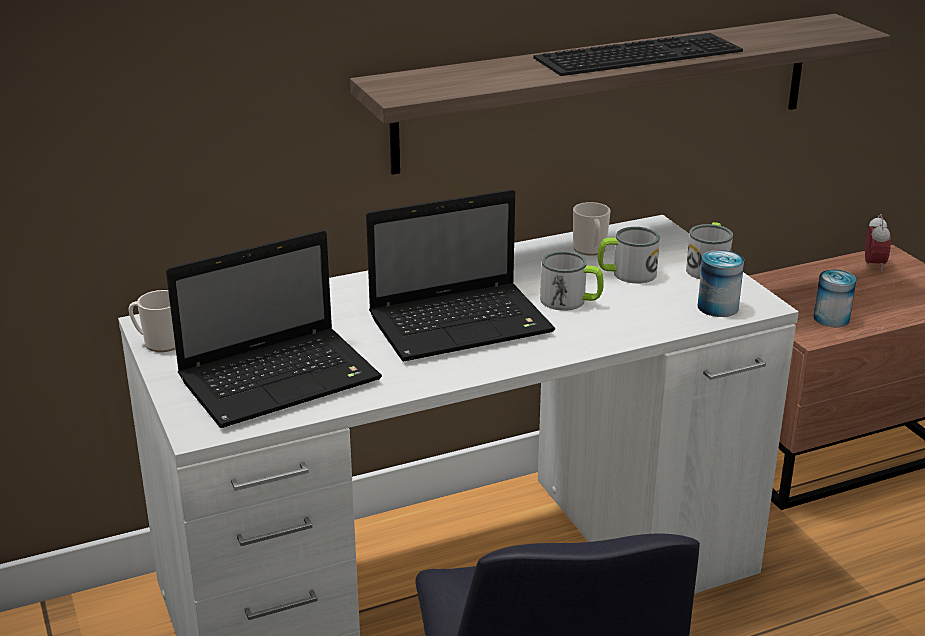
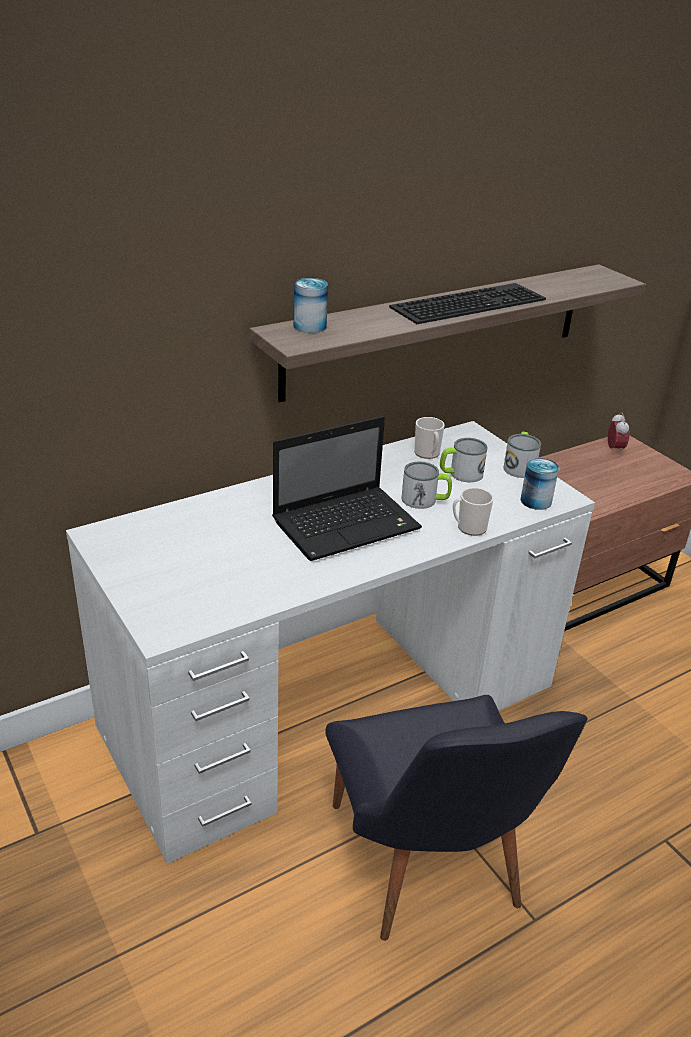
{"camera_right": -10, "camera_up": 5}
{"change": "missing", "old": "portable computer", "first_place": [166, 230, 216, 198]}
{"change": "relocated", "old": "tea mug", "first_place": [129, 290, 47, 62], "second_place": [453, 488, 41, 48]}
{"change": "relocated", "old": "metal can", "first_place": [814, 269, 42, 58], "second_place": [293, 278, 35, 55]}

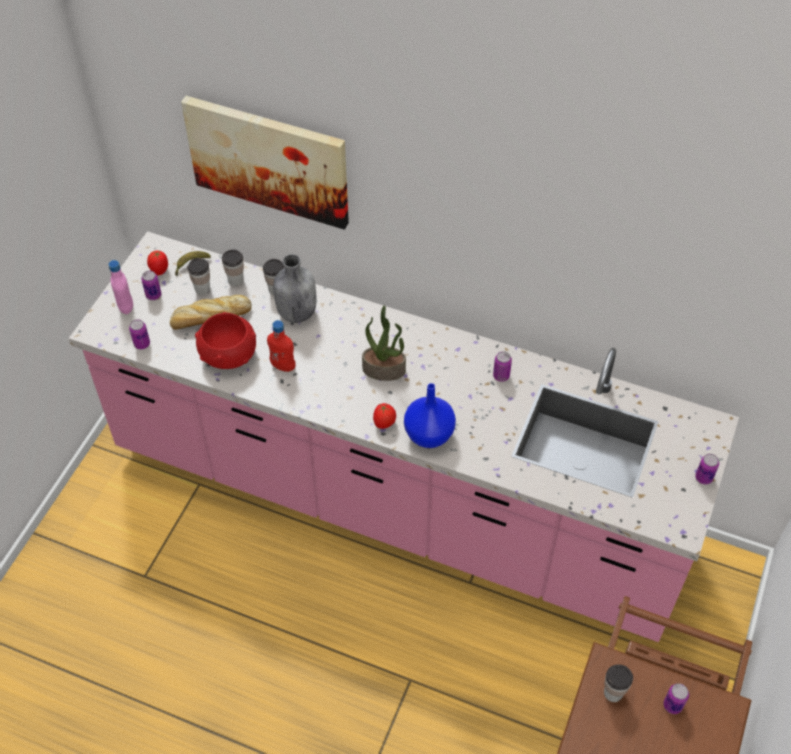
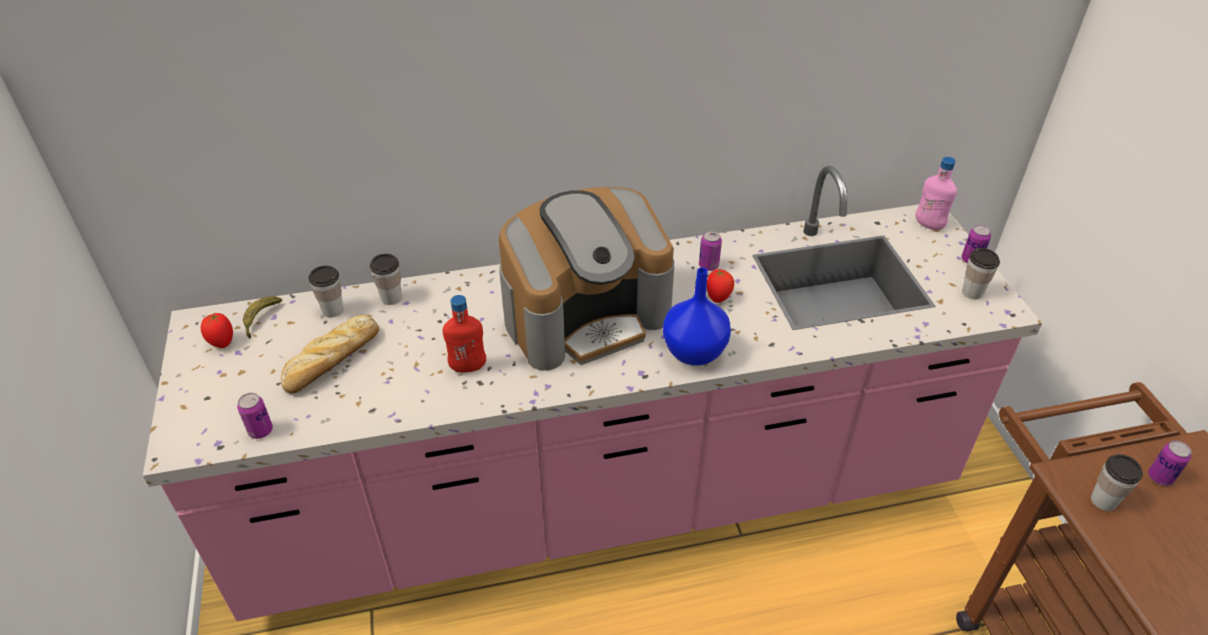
{"camera_right": -35, "camera_up": -10}
{"change": "missing", "old": "metal can", "first_place": [141, 271, 20, 29]}
{"change": "missing", "old": "wall art", "first_place": [181, 96, 168, 133]}
{"change": "missing", "old": "deep dish (reddish)", "first_place": [195, 312, 61, 57]}
{"change": "missing", "old": "beverage bottle (grey)", "first_place": [273, 254, 43, 69]}
{"change": "relocated", "old": "beverage bottle (pinkish)", "first_place": [108, 260, 25, 54], "second_place": [915, 157, 42, 73]}
{"change": "relocated", "old": "drinking cup", "first_place": [188, 258, 22, 37], "second_place": [962, 248, 38, 52]}
{"change": "relocated", "old": "fresh tomato", "first_place": [373, 403, 23, 26], "second_place": [707, 269, 27, 34]}
{"change": "exchanged", "old": "houseplant", "new": "coffee machine", "first_place": [362, 305, 44, 76], "second_place": [499, 187, 176, 184]}

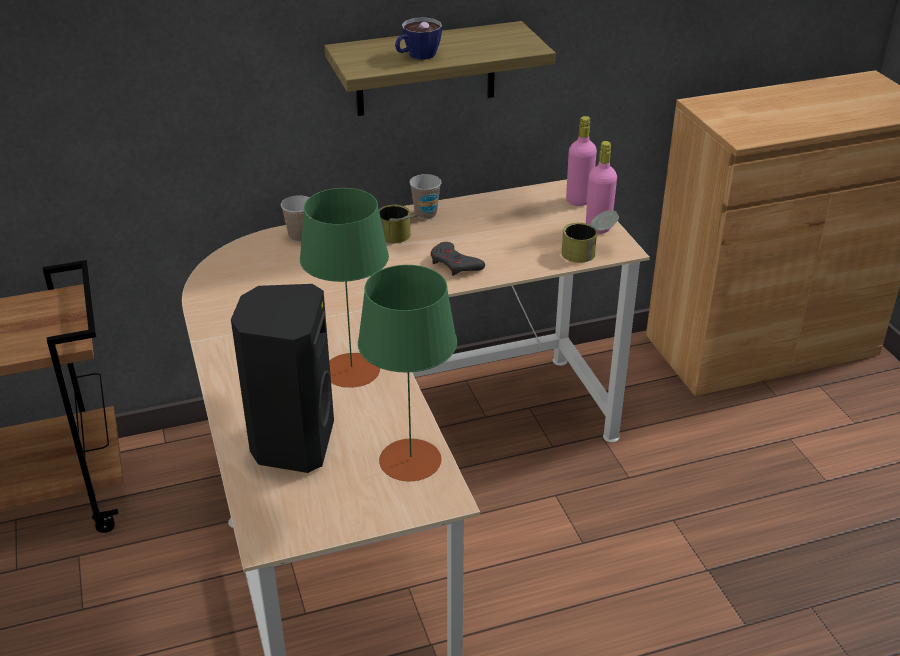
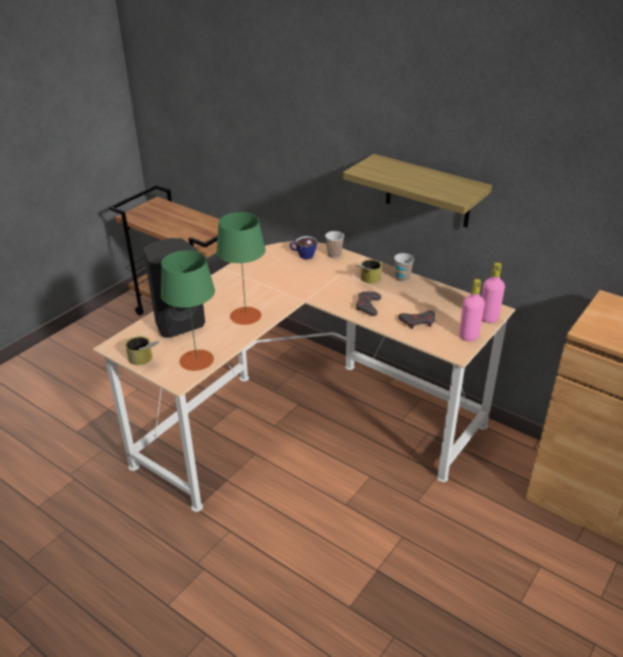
{"camera_right": 55, "camera_up": 0}
{"change": "appeared", "new": "game controller (grey)", "second_place": [398, 310, 37, 19]}
{"change": "relocated", "old": "drinking cup", "first_place": [395, 17, 47, 43], "second_place": [290, 236, 27, 23]}
{"change": "relocated", "old": "metal can", "first_place": [561, 210, 58, 53], "second_place": [125, 336, 35, 29]}

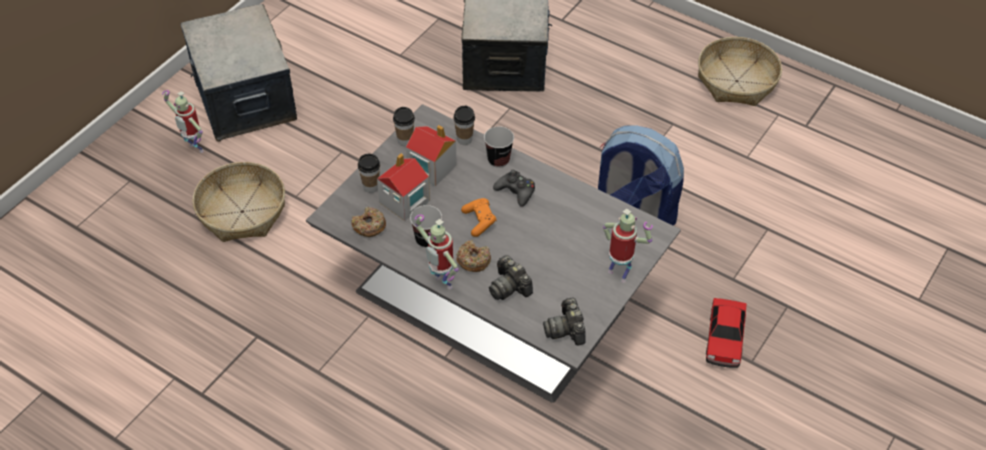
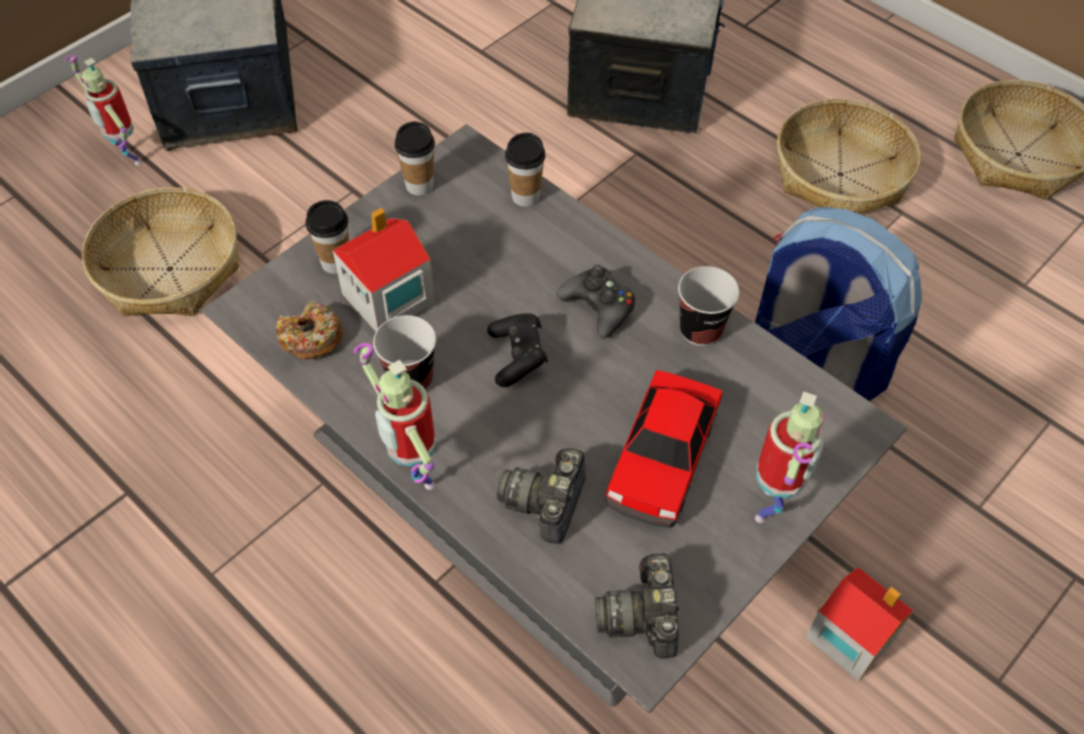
{"camera_right": 10, "camera_up": 5}
{"change": "missing", "old": "doughnut", "first_place": [456, 240, 35, 32]}
{"change": "appeared", "new": "household basket", "second_place": [777, 98, 144, 116]}
{"change": "relocated", "old": "toy house", "first_place": [406, 125, 51, 61], "second_place": [806, 567, 108, 114]}
{"change": "relocated", "old": "drinking cup", "first_place": [484, 126, 30, 42], "second_place": [678, 266, 61, 80]}
{"change": "relocated", "old": "toy car", "first_place": [706, 298, 41, 70], "second_place": [605, 370, 117, 158]}
{"change": "colour", "old": "game controller (orange)", "new": "game controller (blackish)", "first_place": [461, 198, 36, 39], "second_place": [487, 313, 61, 74]}
{"change": "spun", "old": "photo camera", "first_place": [489, 255, 44, 45], "second_place": [497, 446, 89, 98], "degrees": 45}
{"change": "spun", "old": "model robot", "first_place": [603, 208, 50, 75], "second_place": [755, 391, 71, 132], "degrees": 60}

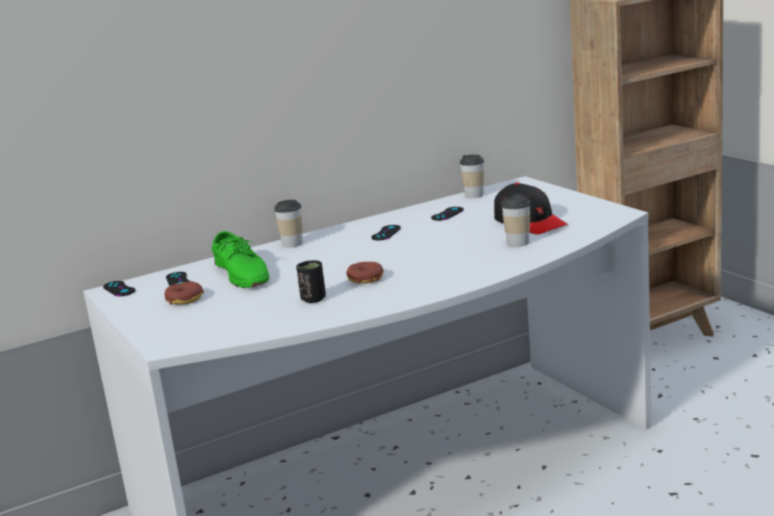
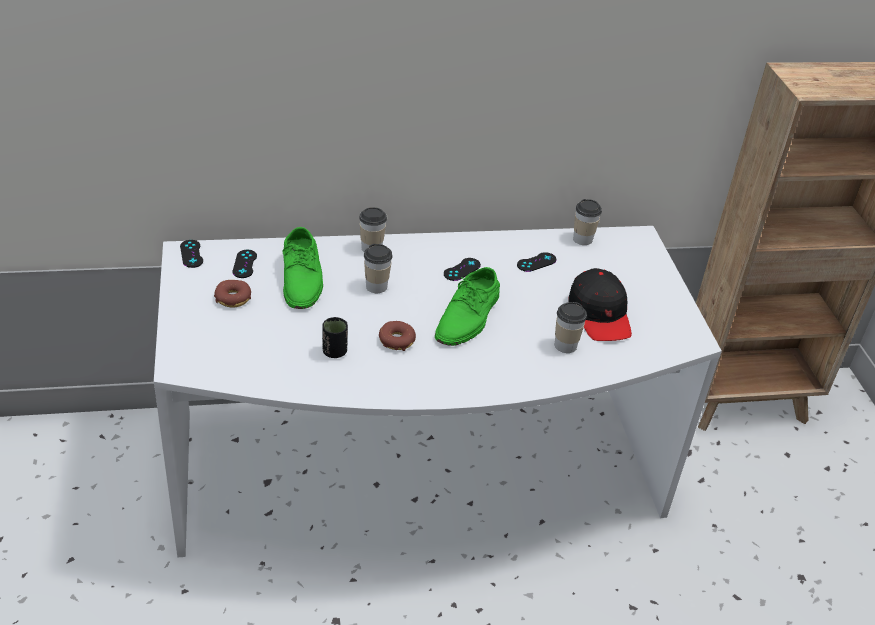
{"camera_right": 15, "camera_up": 20}
{"change": "appeared", "new": "drinking cup", "second_place": [364, 244, 28, 49]}
{"change": "appeared", "new": "item of footwear (greenish)", "second_place": [435, 267, 65, 79]}

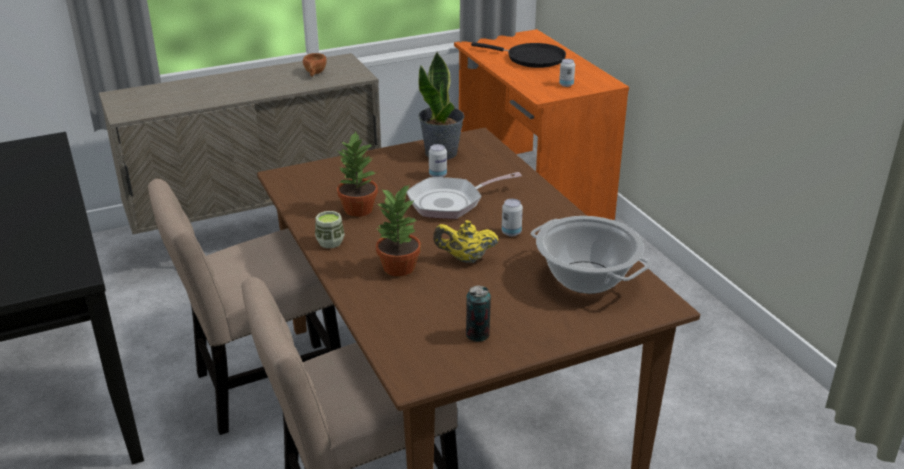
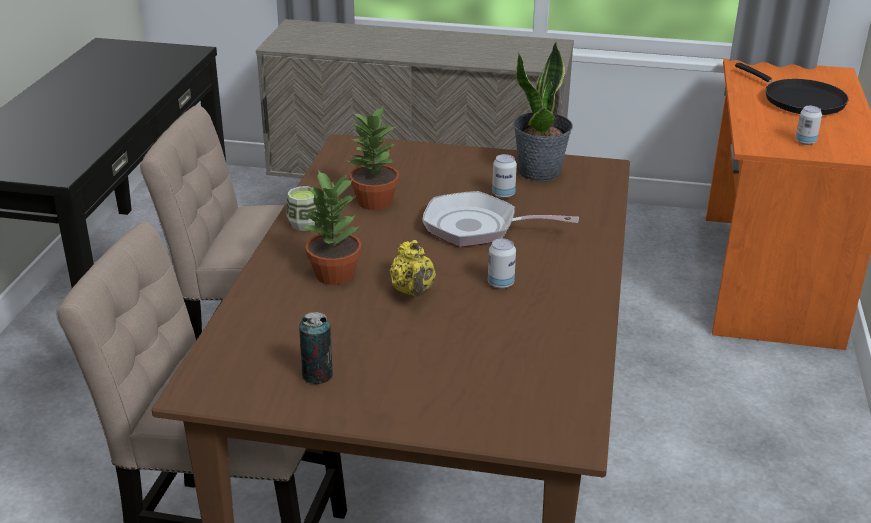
{"camera_right": 35, "camera_up": 0}
{"change": "missing", "old": "drinking cup (brown-coloured)", "first_place": [303, 53, 23, 24]}
{"change": "missing", "old": "cooking pot", "first_place": [531, 216, 120, 78]}
{"change": "spun", "old": "teapot (yellowish)", "first_place": [433, 220, 66, 43], "second_place": [390, 240, 46, 57], "degrees": -135}

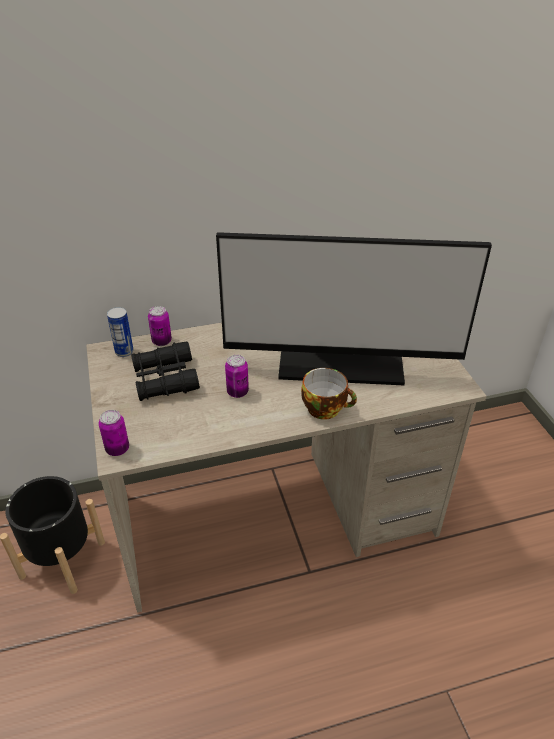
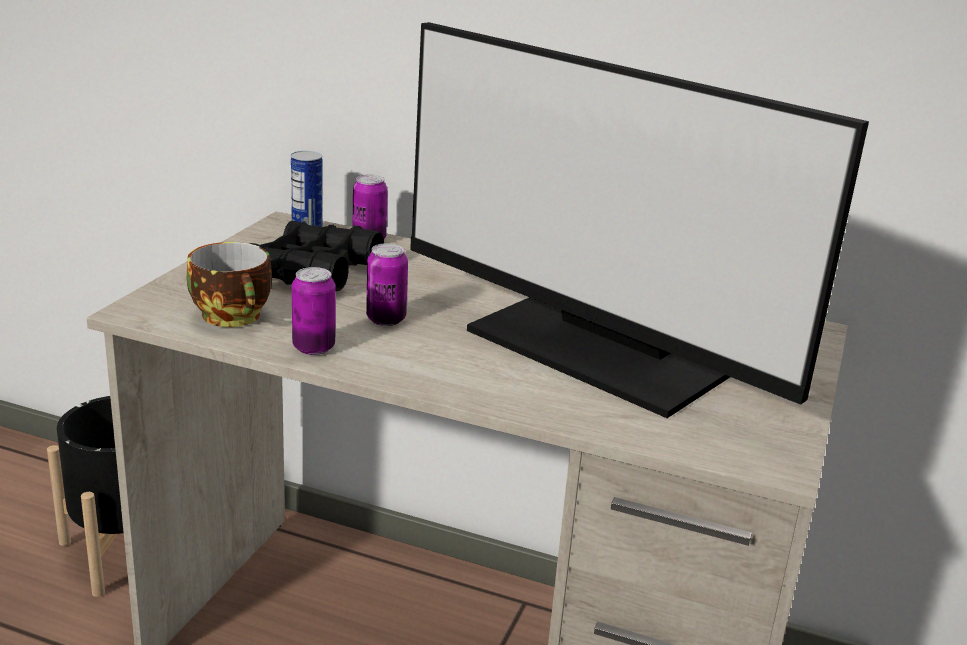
{"camera_right": 35, "camera_up": -15}
{"change": "relocated", "old": "metal can", "first_place": [99, 410, 30, 46], "second_place": [292, 267, 44, 88]}
{"change": "relocated", "old": "drinking cup", "first_place": [301, 368, 56, 52], "second_place": [186, 242, 86, 85]}

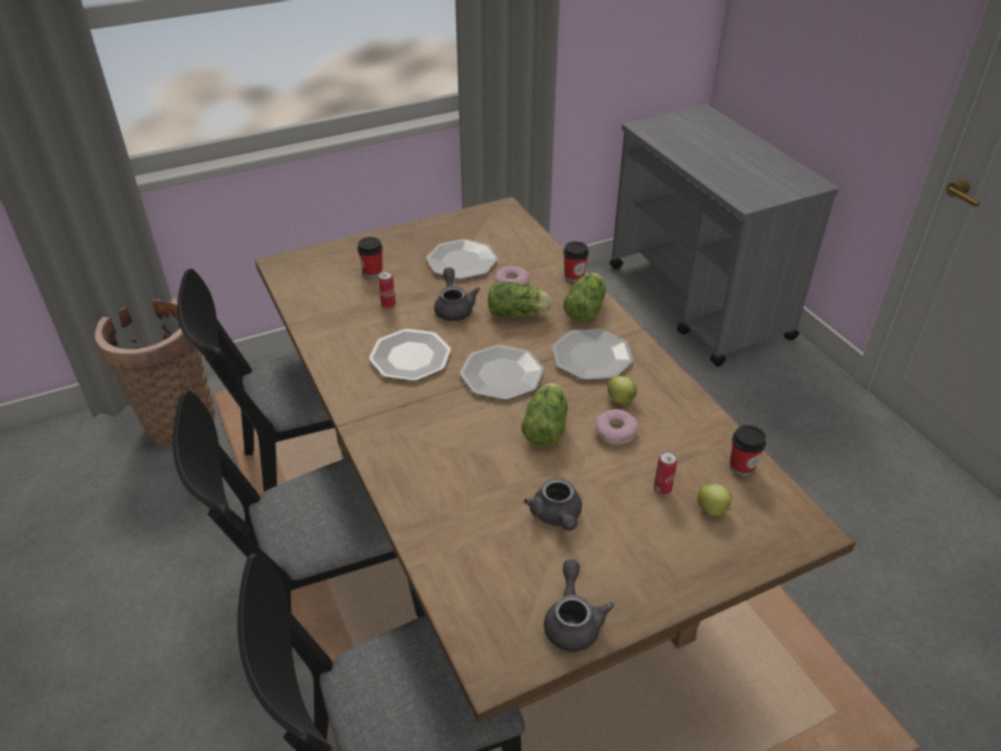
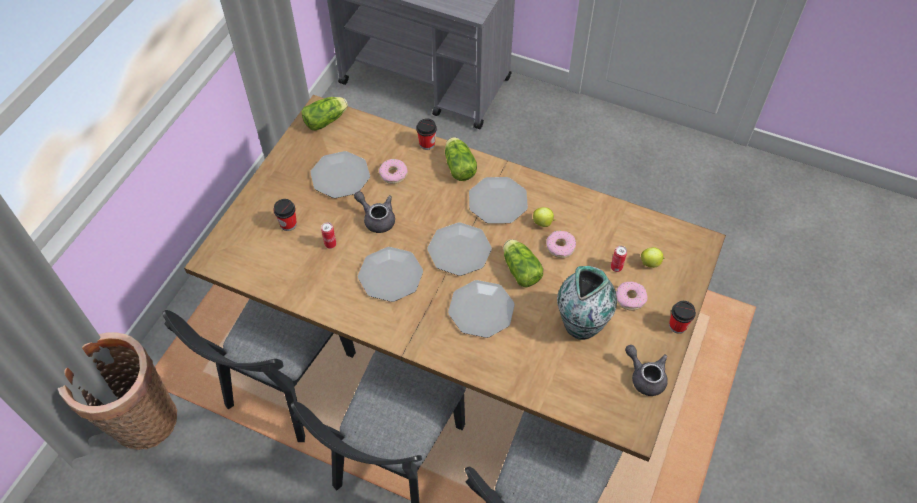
{"camera_right": -40, "camera_up": 15}
{"change": "appeared", "new": "plate", "second_place": [448, 280, 67, 58]}
{"change": "appeared", "new": "doughnut", "second_place": [616, 281, 32, 30]}
{"change": "relocated", "old": "head of lettuce", "first_place": [488, 281, 64, 36], "second_place": [302, 97, 46, 33]}
{"change": "relocated", "old": "drinking cup", "first_place": [730, 425, 36, 51], "second_place": [669, 301, 27, 33]}
{"change": "exchanged", "old": "teapot (grey)", "new": "decorative vase", "first_place": [524, 478, 58, 53], "second_place": [557, 266, 60, 74]}

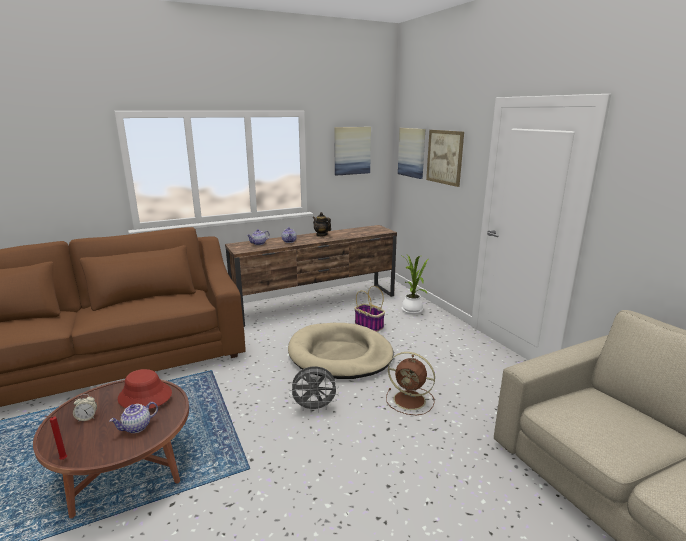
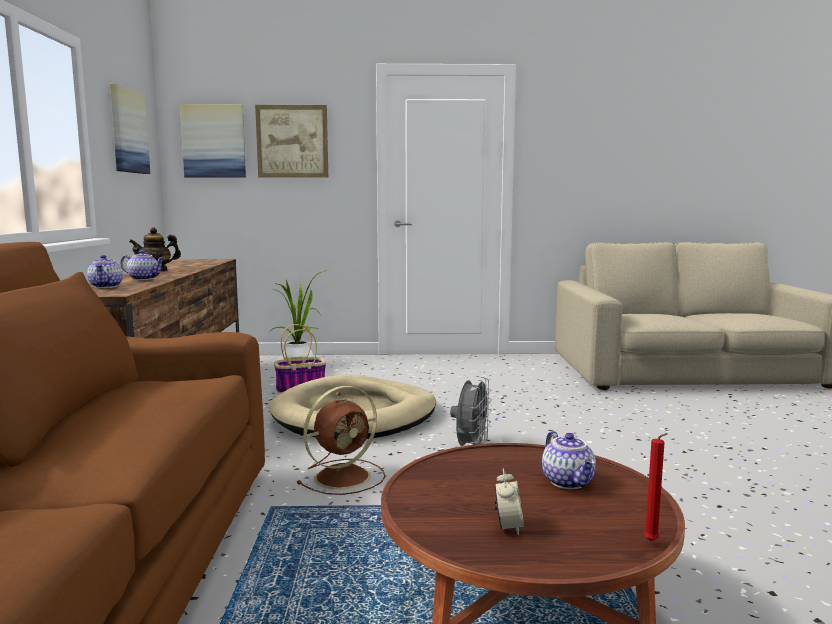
{"camera_right": -65, "camera_up": -10}
{"change": "missing", "old": "hat (reddish)", "first_place": [118, 369, 54, 40]}
{"change": "relocated", "old": "cooling fan (brown-coloured)", "first_place": [386, 352, 49, 63], "second_place": [296, 386, 89, 109]}

